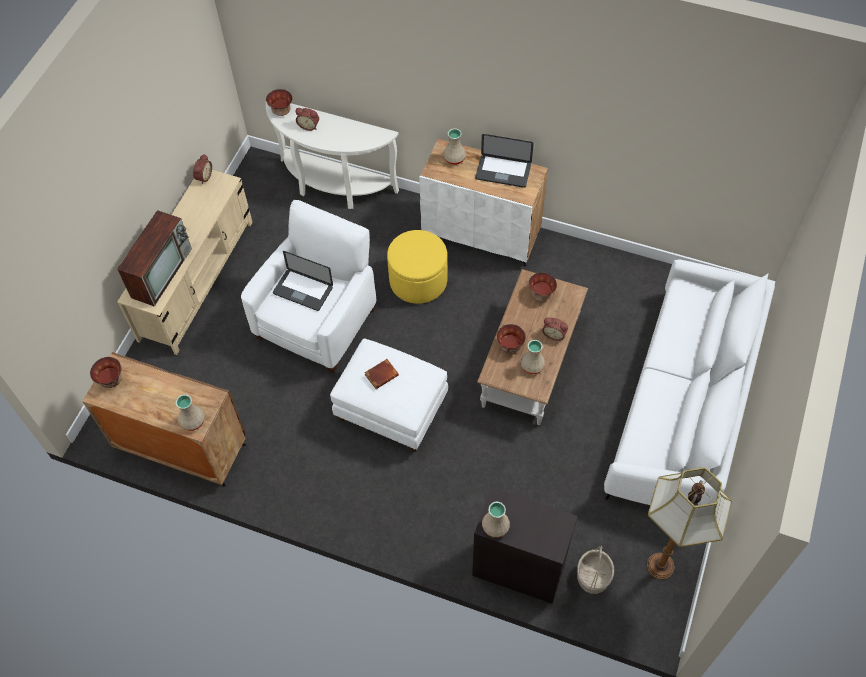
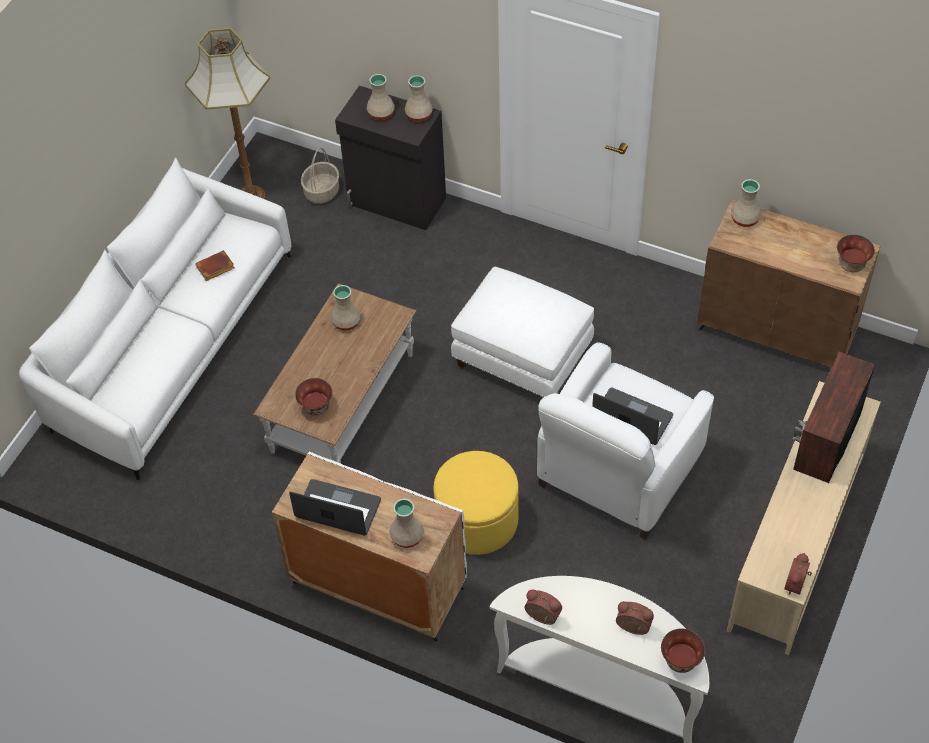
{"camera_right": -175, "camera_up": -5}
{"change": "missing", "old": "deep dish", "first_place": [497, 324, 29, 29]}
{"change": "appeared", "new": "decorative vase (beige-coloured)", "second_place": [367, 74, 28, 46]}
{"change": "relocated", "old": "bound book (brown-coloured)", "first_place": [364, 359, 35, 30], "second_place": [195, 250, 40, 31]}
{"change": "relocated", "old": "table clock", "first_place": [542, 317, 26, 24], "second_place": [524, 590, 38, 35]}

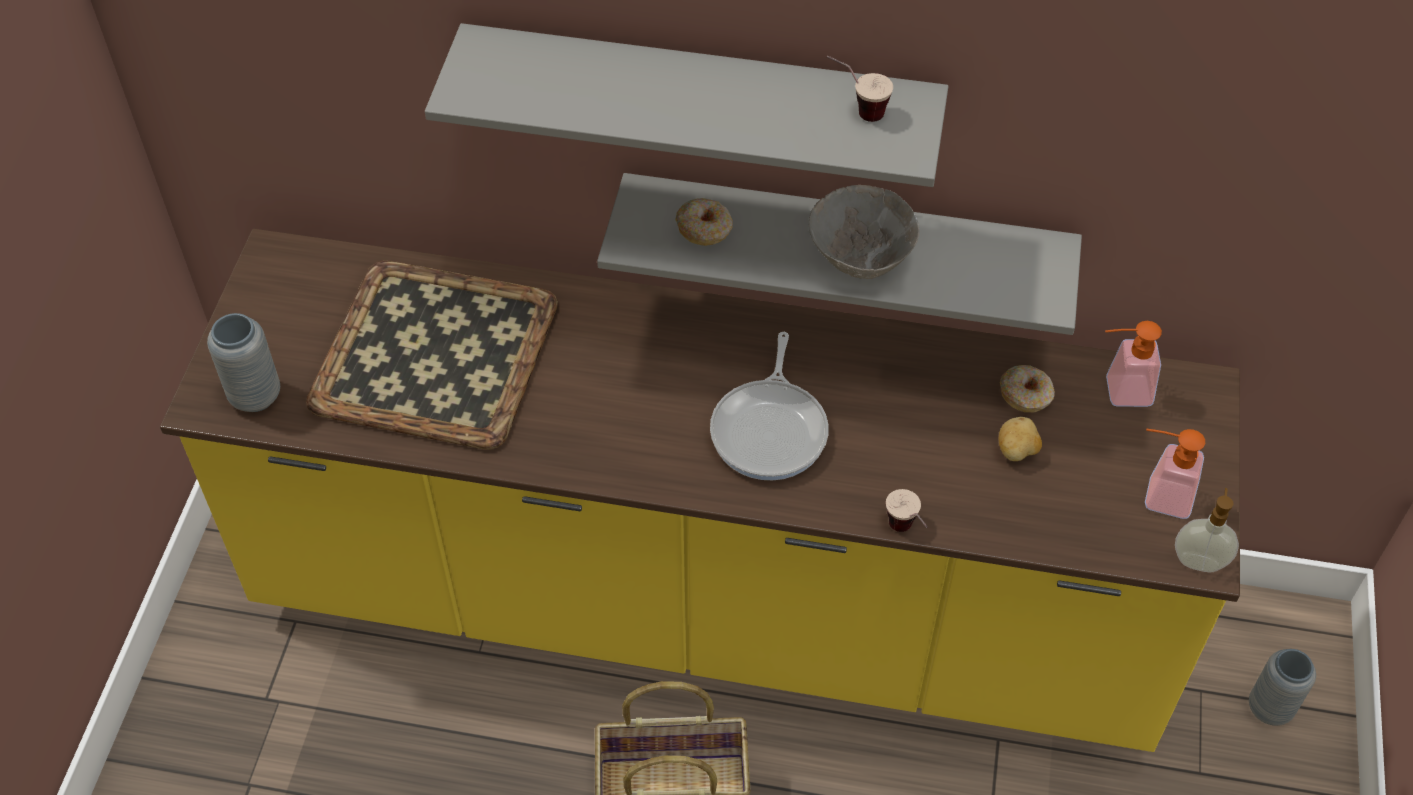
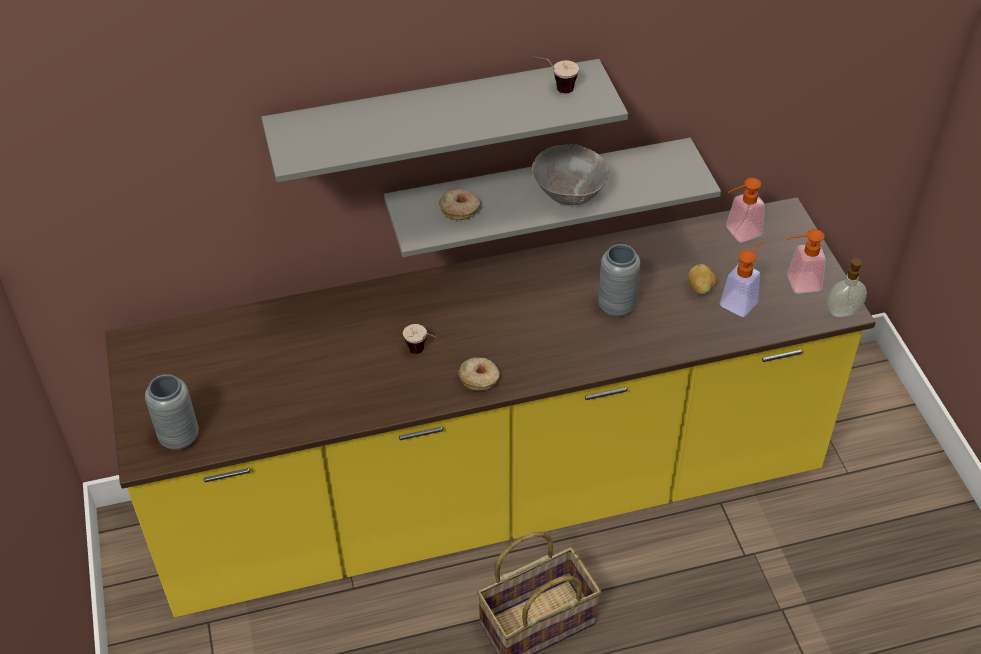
{"camera_right": -25, "camera_up": -5}
{"change": "missing", "old": "tray", "first_place": [306, 260, 252, 190]}
{"change": "missing", "old": "frying pan", "first_place": [710, 332, 119, 148]}
{"change": "appeared", "new": "soap dispenser", "second_place": [720, 240, 43, 77]}
{"change": "relocated", "old": "drinking cup", "first_place": [886, 489, 42, 43], "second_place": [403, 324, 35, 30]}
{"change": "relocated", "old": "doughnut", "first_place": [1000, 365, 55, 48], "second_place": [458, 357, 42, 34]}
{"change": "relocated", "old": "decorative vase (grey)", "first_place": [1249, 649, 67, 77], "second_place": [598, 244, 42, 73]}

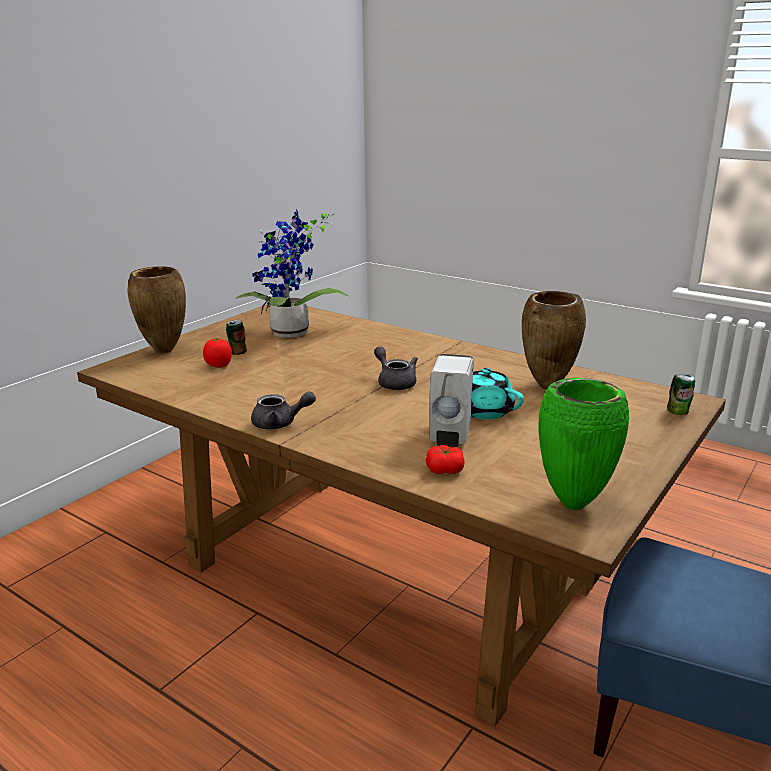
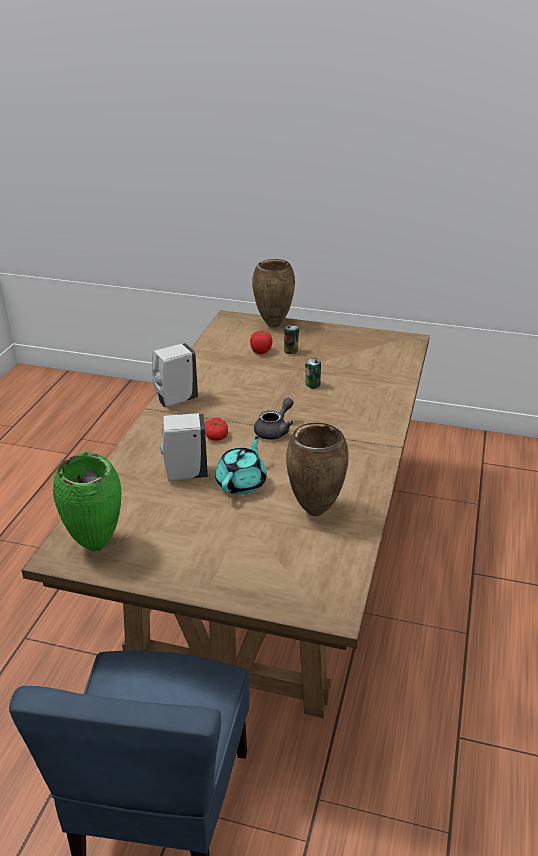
{"camera_right": 70, "camera_up": 10}
{"change": "missing", "old": "houseplant", "first_place": [236, 209, 115, 129]}
{"change": "relocated", "old": "fresh tomato", "first_place": [426, 445, 39, 29], "second_place": [205, 417, 23, 24]}
{"change": "relocated", "old": "metal can", "first_place": [667, 374, 28, 41], "second_place": [305, 358, 16, 31]}
{"change": "exchanged", "old": "teapot (grey)", "new": "soap dispenser (white-coloured)", "first_place": [251, 391, 65, 38], "second_place": [152, 343, 46, 64]}

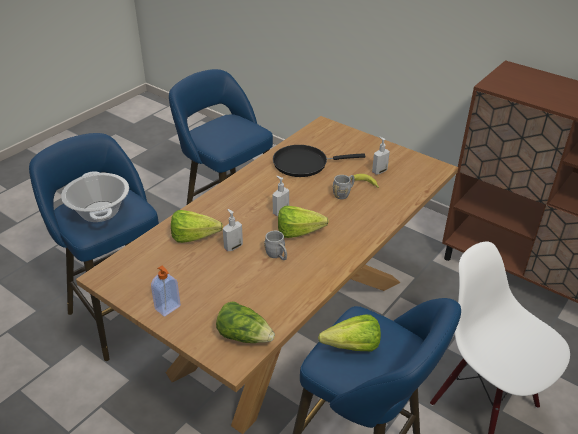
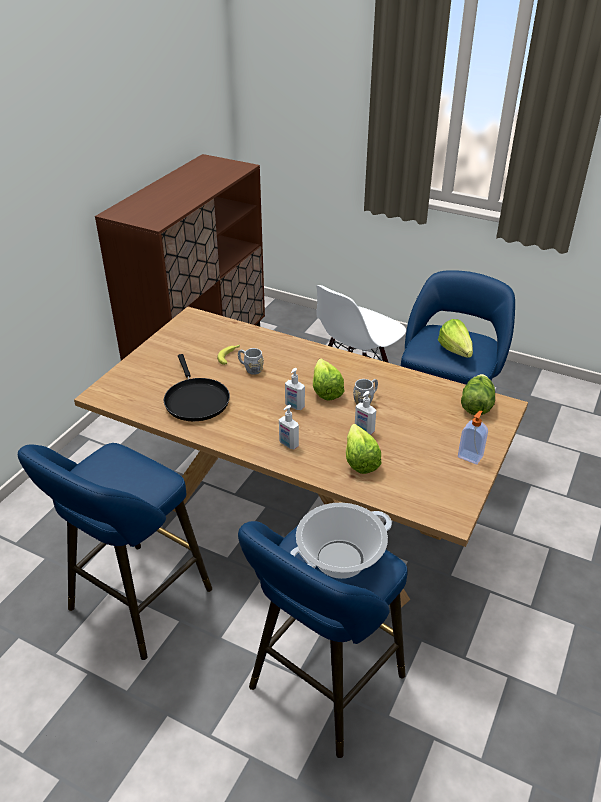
{"camera_right": -100, "camera_up": 0}
{"change": "relocated", "old": "soap dispenser", "first_place": [372, 137, 18, 37], "second_place": [279, 405, 20, 44]}

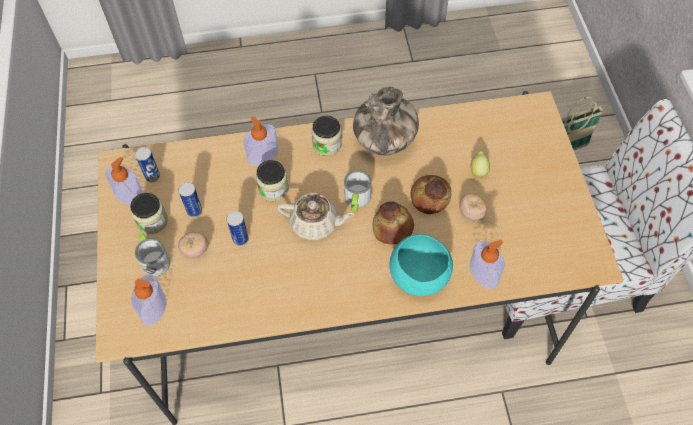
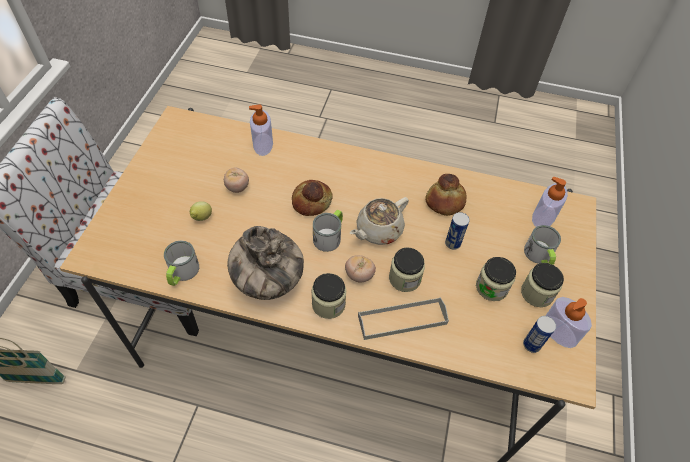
{"camera_right": -160, "camera_up": -5}
{"change": "missing", "old": "deep dish (turquoise)", "first_place": [389, 234, 64, 62]}
{"change": "appeared", "new": "tea mug", "second_place": [164, 241, 35, 45]}
{"change": "relocated", "old": "fresh tomato", "first_place": [178, 232, 31, 26], "second_place": [345, 255, 31, 27]}
{"change": "relocated", "old": "bakery bread", "first_place": [410, 175, 41, 39], "second_place": [425, 174, 42, 42]}
{"change": "exchanged", "old": "metal can", "new": "preserve jar", "first_place": [178, 182, 24, 35], "second_place": [476, 257, 40, 44]}
{"change": "exchanged", "old": "soap dispenser", "new": "tray (grey)", "first_place": [243, 116, 36, 50], "second_place": [358, 297, 91, 43]}
{"change": "spun", "old": "teapot (beige-coloured)", "first_place": [277, 193, 77, 47], "second_place": [350, 197, 59, 48], "degrees": -75}

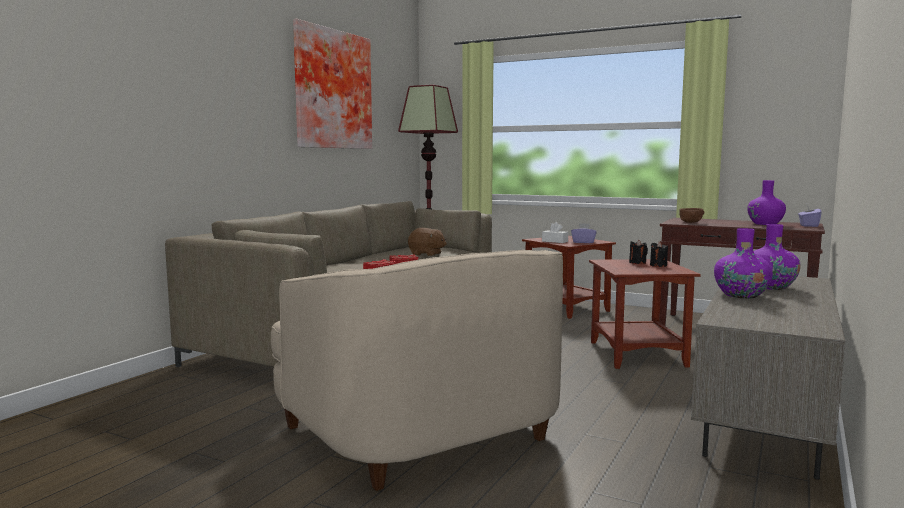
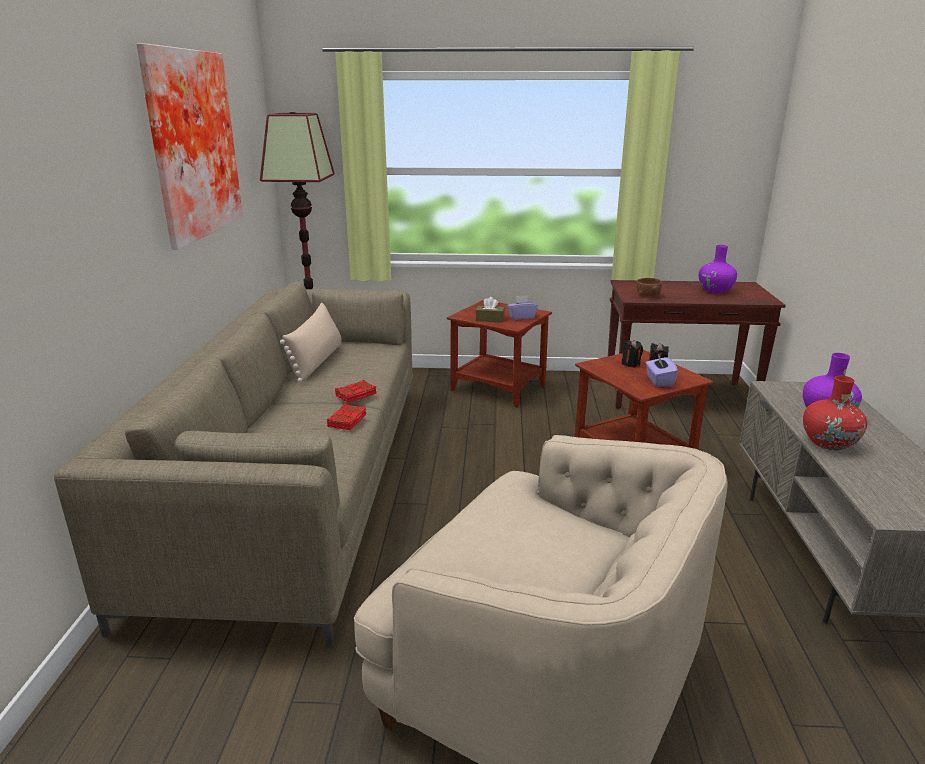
{"camera_right": -25, "camera_up": 15}
{"change": "missing", "old": "soft toy (brown-coloured)", "first_place": [408, 228, 39, 28]}
{"change": "appeared", "new": "pillow (beige-coloured)", "second_place": [280, 303, 62, 80]}
{"change": "relocated", "old": "tissue box (purple-coloured)", "first_place": [798, 205, 23, 22], "second_place": [646, 355, 32, 32]}
{"change": "colour", "old": "tissue box (white-coloured)", "new": "tissue box (brown-coloured)", "first_place": [542, 222, 26, 21], "second_place": [476, 297, 29, 26]}
{"change": "colour", "old": "decorative vase (purple-coloured)", "new": "decorative vase (reddish)", "first_place": [714, 228, 59, 70], "second_place": [803, 376, 64, 74]}

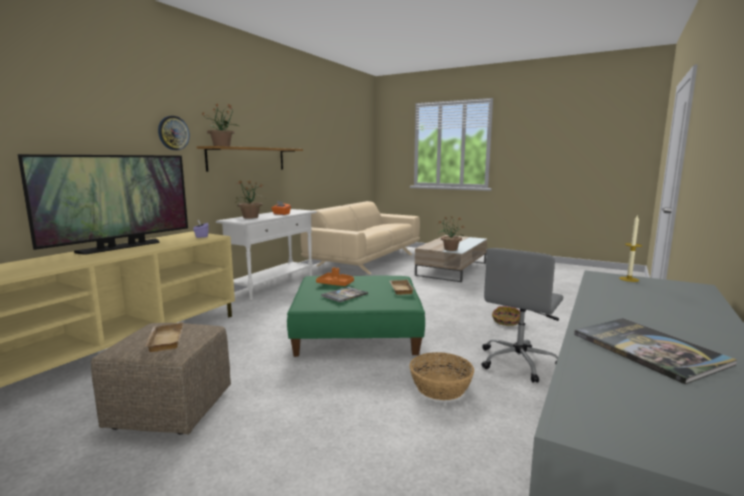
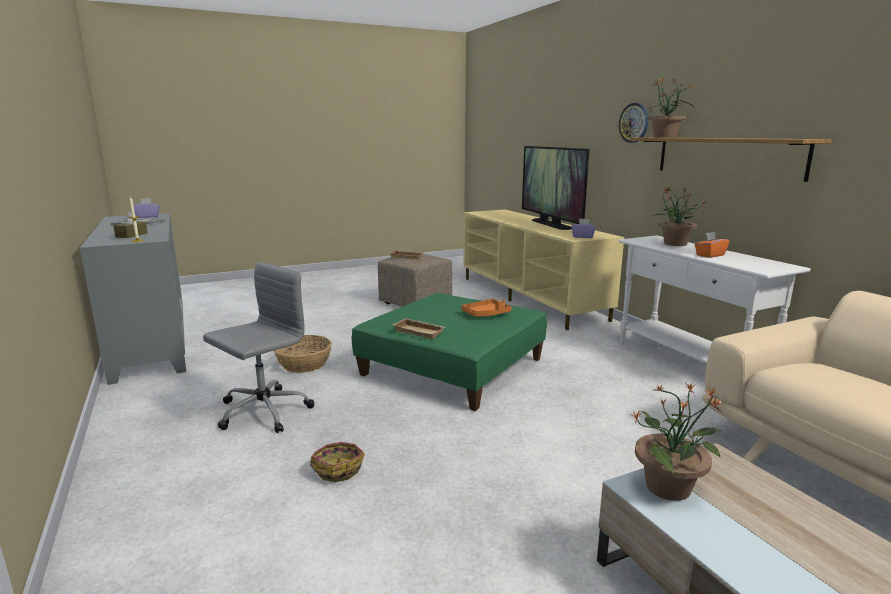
{"camera_right": 125, "camera_up": 5}
{"change": "missing", "old": "bound book", "first_place": [321, 287, 47, 15]}
{"change": "appeared", "new": "tissue box (brown-coloured)", "second_place": [113, 212, 35, 26]}
{"change": "appeared", "new": "tissue box (purple-coloured)", "second_place": [133, 198, 27, 20]}
{"change": "spun", "old": "office chair (grey)", "first_place": [482, 248, 81, 135], "second_place": [203, 262, 111, 171], "degrees": 60}

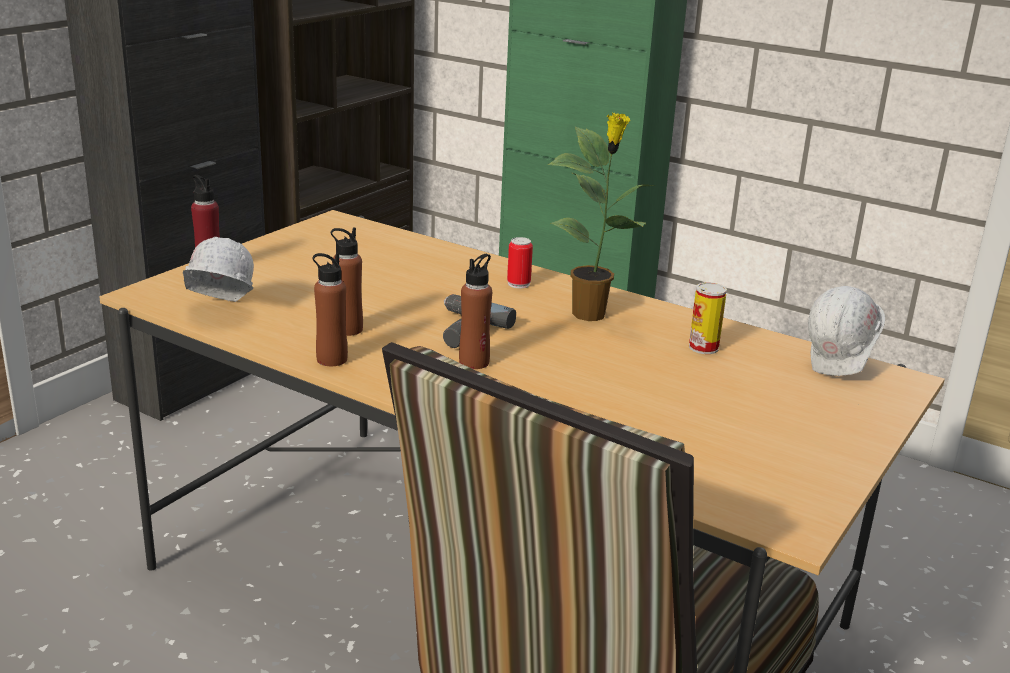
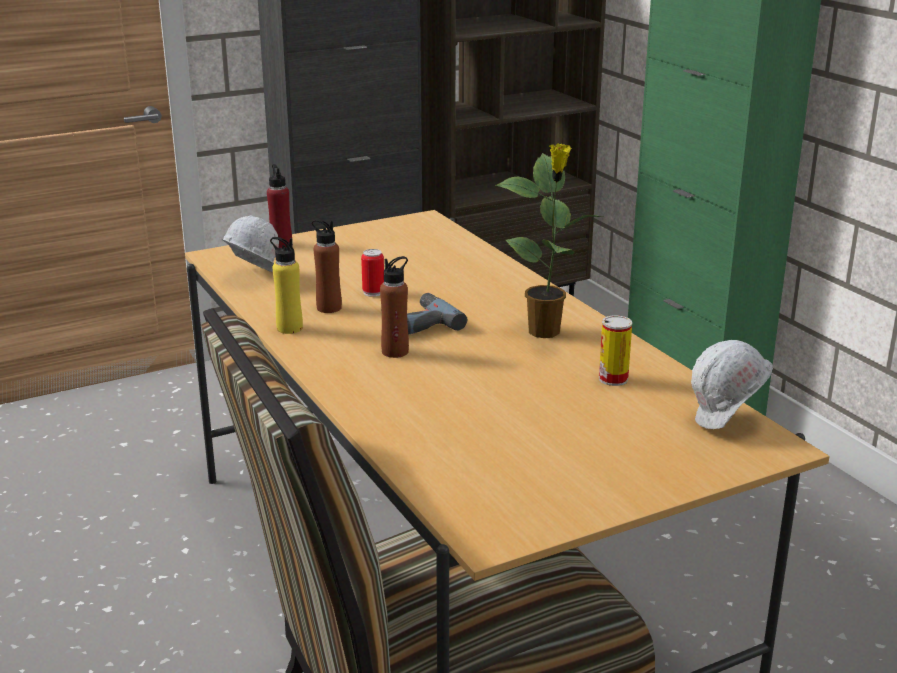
{"camera_right": 30, "camera_up": 0}
{"change": "relocated", "old": "metal can", "first_place": [507, 237, 26, 51], "second_place": [361, 249, 23, 48]}
{"change": "colour", "old": "beverage bottle (brown-coloured)", "new": "beverage bottle (yellowish)", "first_place": [312, 252, 36, 114], "second_place": [270, 237, 33, 97]}

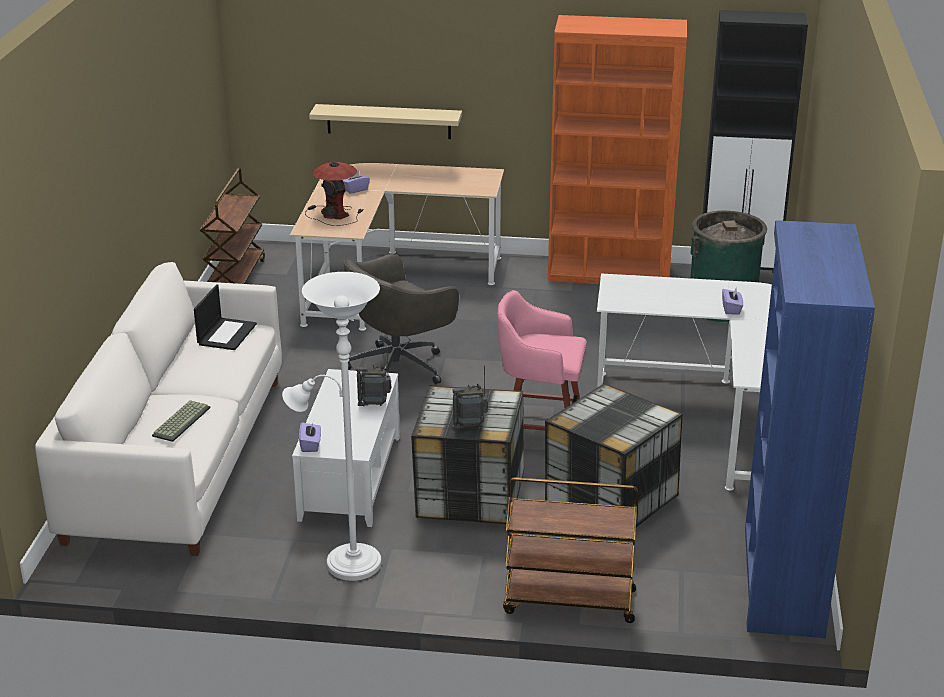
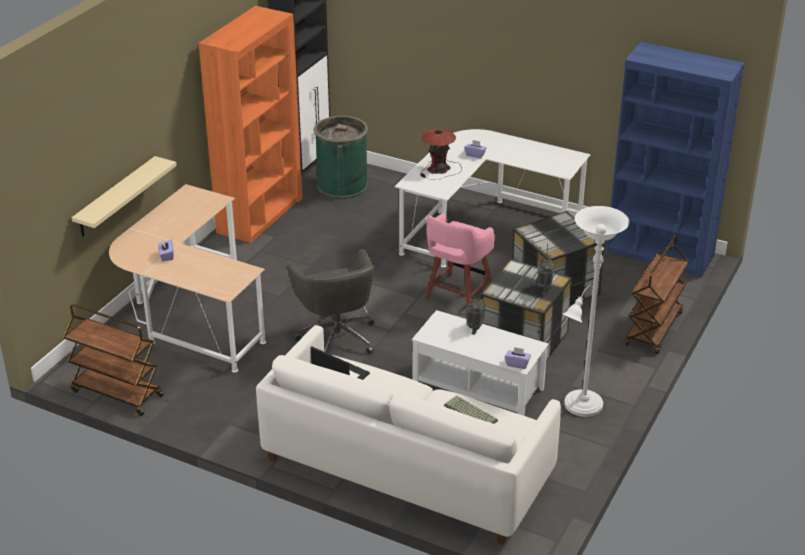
{"camera_right": -70, "camera_up": 5}
{"change": "relocated", "old": "lamp for a table", "first_place": [305, 162, 58, 64], "second_place": [420, 129, 42, 51]}

